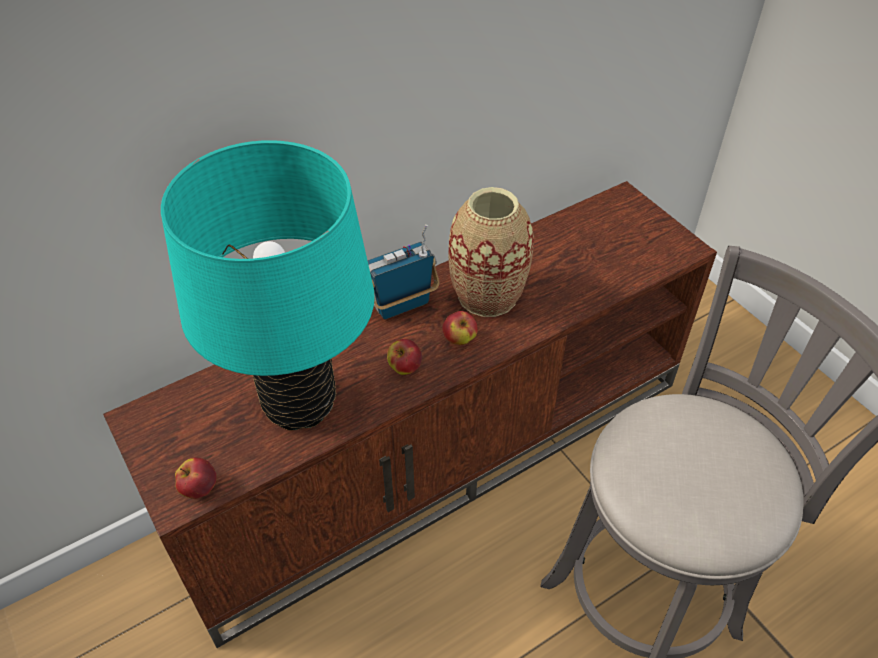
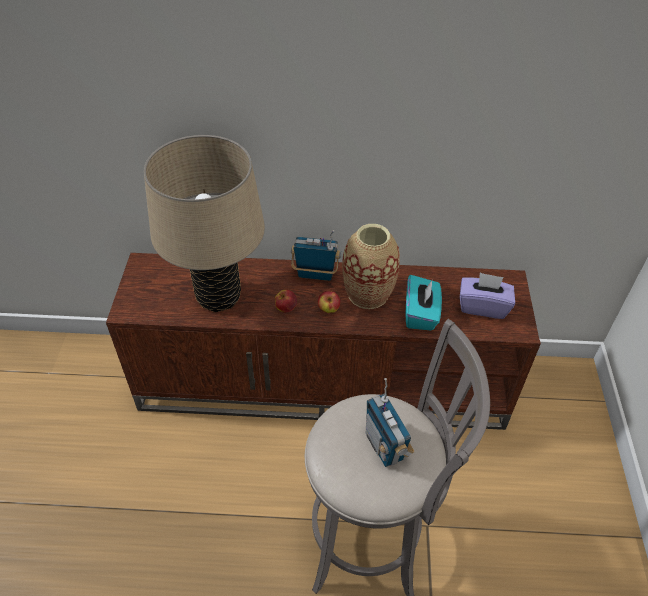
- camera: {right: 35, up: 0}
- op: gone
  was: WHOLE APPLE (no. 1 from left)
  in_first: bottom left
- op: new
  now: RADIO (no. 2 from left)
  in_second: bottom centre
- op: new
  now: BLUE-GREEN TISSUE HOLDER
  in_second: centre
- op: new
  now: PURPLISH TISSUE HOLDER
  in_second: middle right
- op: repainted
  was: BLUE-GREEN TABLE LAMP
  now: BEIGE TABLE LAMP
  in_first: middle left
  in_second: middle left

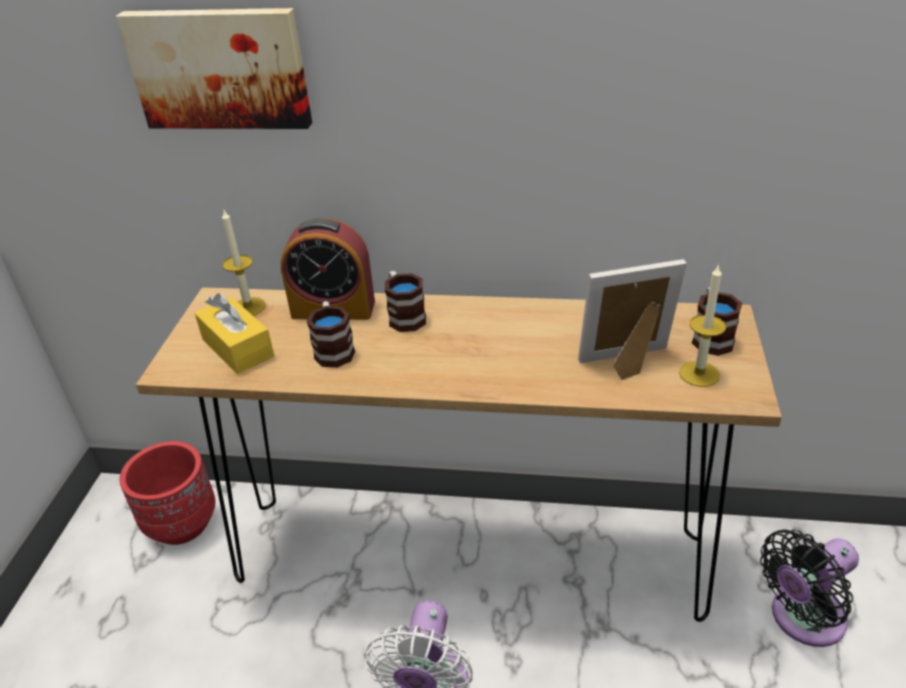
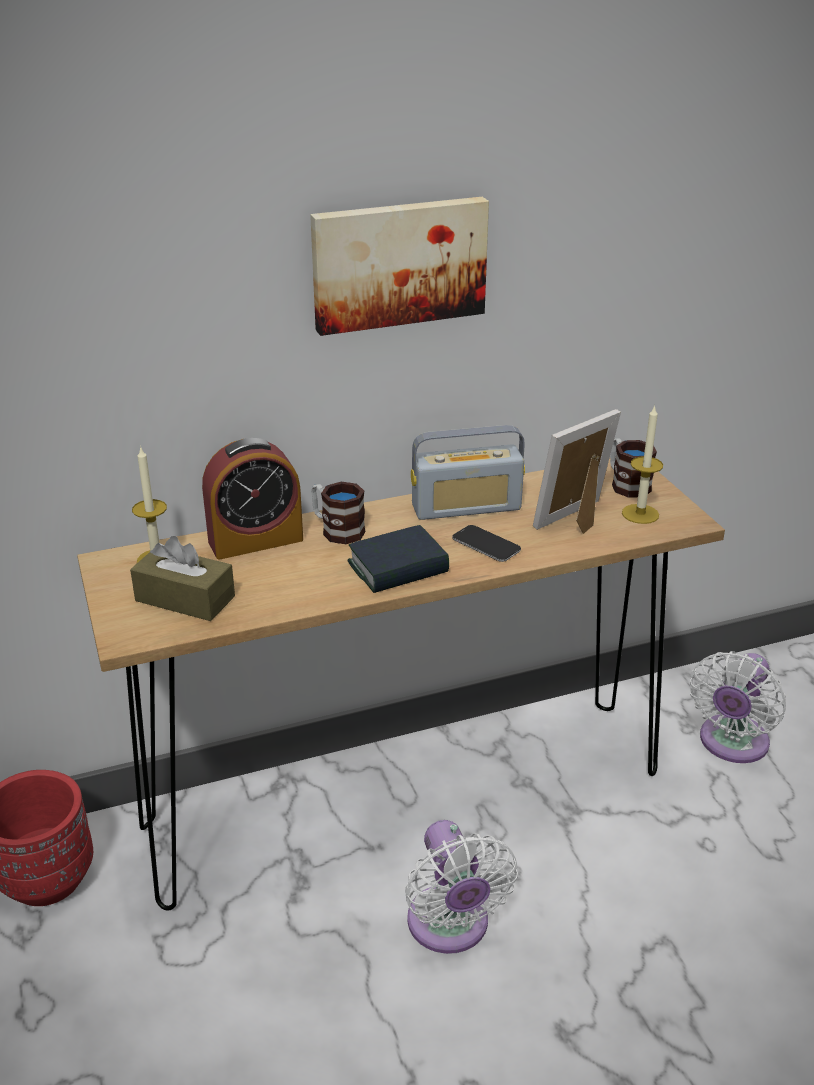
- camera: {right: -30, up: -5}
- op: gone
  was: COFFEE MUG (no. 1 from left)
  in_first: centre
- op: new
  now: BOUND BOOK
  in_second: centre
- op: new
  now: RADIO
  in_second: centre
- op: new
  now: TELEPHONE
  in_second: centre
- op: shifted
  was: WALL ART
  in_first: top left
  in_second: top centre
- op: repainted
  was: YELLOWISH TISSUE HOLDER
  now: BROWN-COLOURED TISSUE HOLDER
  in_first: middle left
  in_second: middle left
- op: repainted
  was: BLACKISH FAN
  now: WHITE-COLOURED FAN (no. 2 from left)
  in_first: bottom right
  in_second: middle right

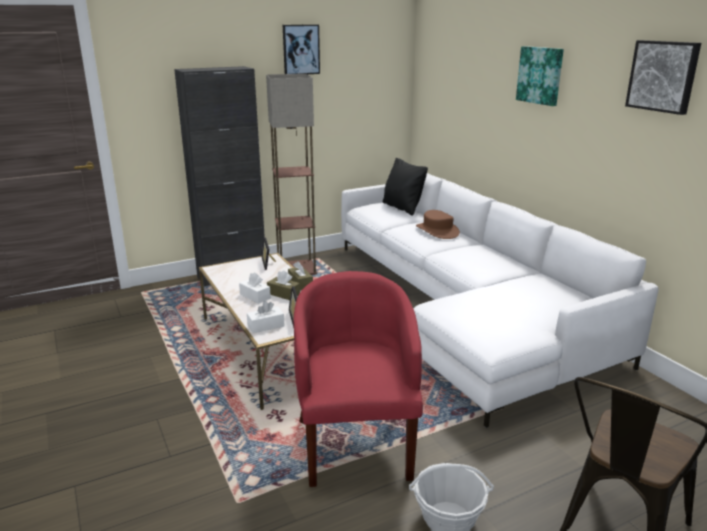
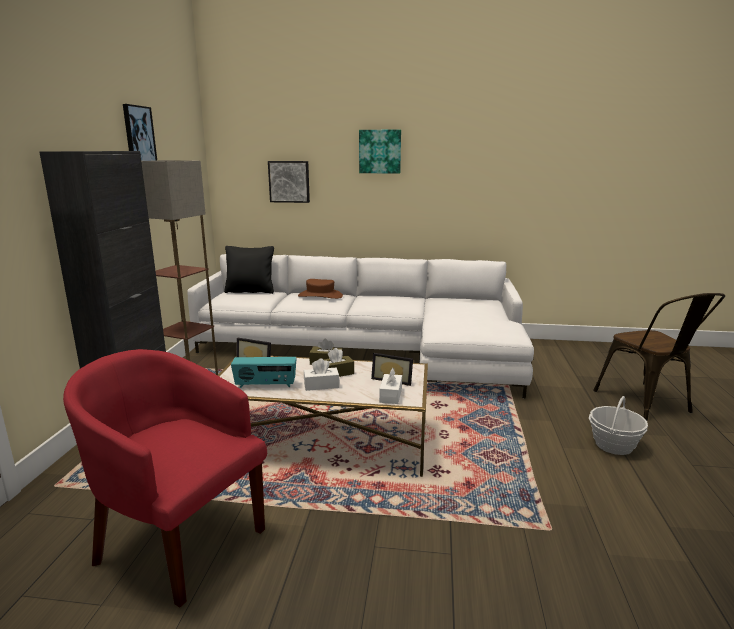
- camera: {right: -55, up: -5}
- op: new
  now: RADIO
  in_second: centre
- op: shifted
  was: RED LOUNGE CHAIR
  in_first: bottom centre
  in_second: bottom left
- op: shifted
  was: WALL ART (no. 3 from left in the first image)
  now: WALL ART (no. 2 from left)
  in_first: top right
  in_second: top centre

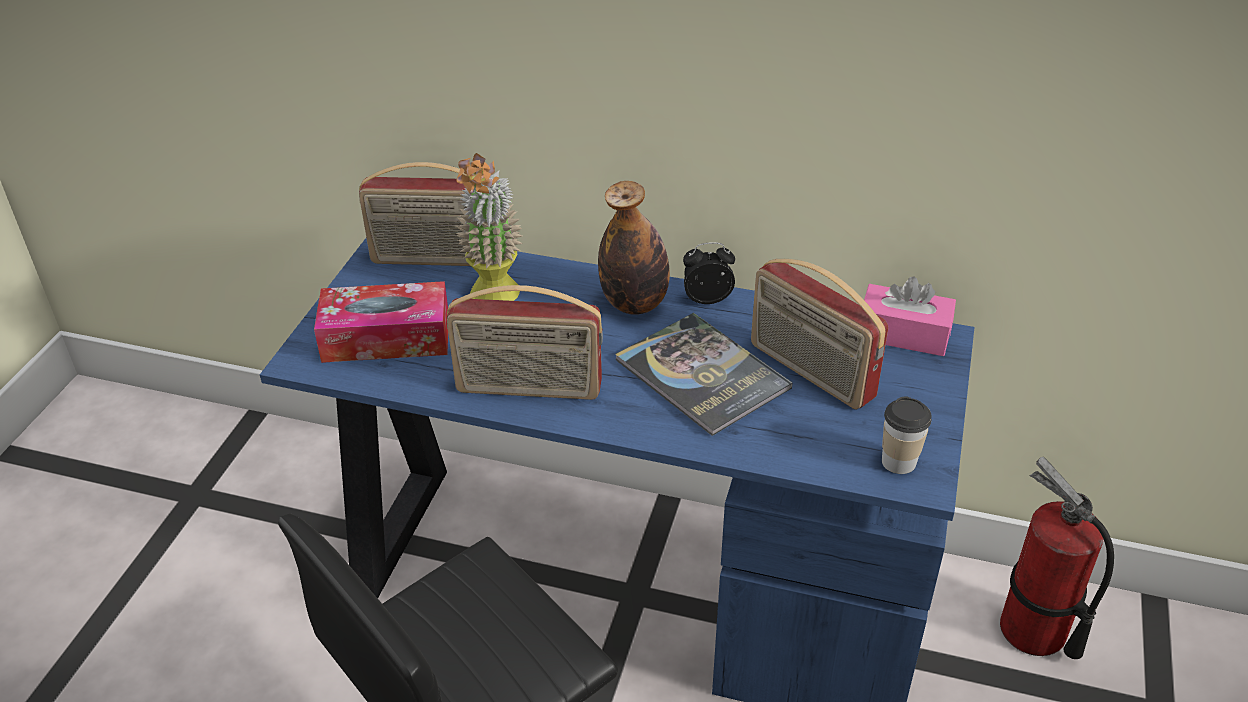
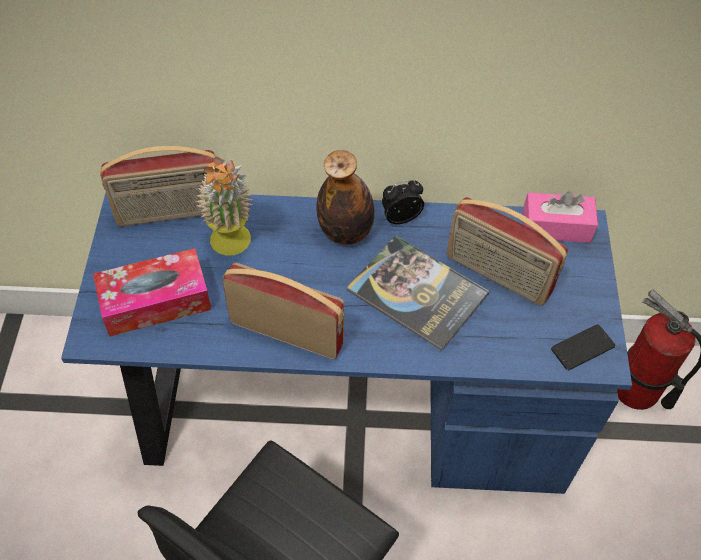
- camera: {right: -15, up: 15}
- op: swapped
  was: SMALL CUP
  now: TELEPHONE
  in_first: middle right
  in_second: middle right
- op: rotated
  was: RADIO (no. 2 from left)
  in_first: centre
  in_second: centre
  clockwise: -150

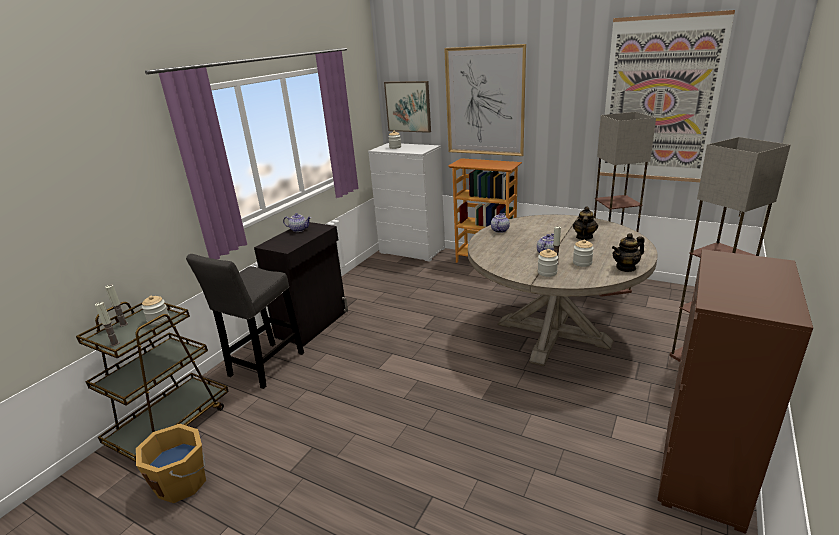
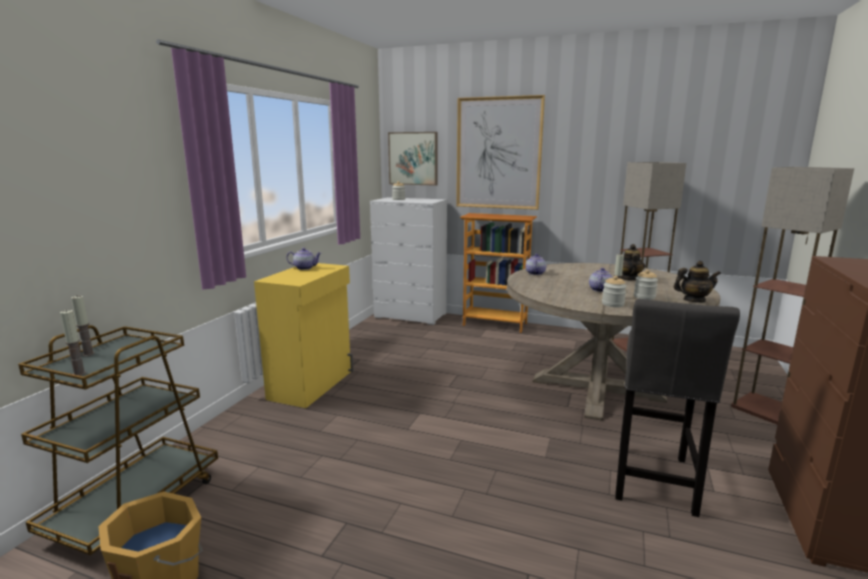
- camera: {right: -10, up: -10}
- op: gone
  was: PRESERVE JAR (no. 1 from left)
  in_first: middle left
- op: gone
  was: WALL ART (no. 3 from left)
  in_first: top right
- op: shifted
  was: GREYISH SITTING STOOL
  in_first: middle left
  in_second: bottom right
- op: repainted
  was: BLACKISH STORAGE CABINET
  now: YELLOWISH STORAGE CABINET
  in_first: centre
  in_second: centre
- op: rotated
  was: TEA POT (no. 5 from left)
  in_first: middle right
  in_second: middle right
  clockwise: -150

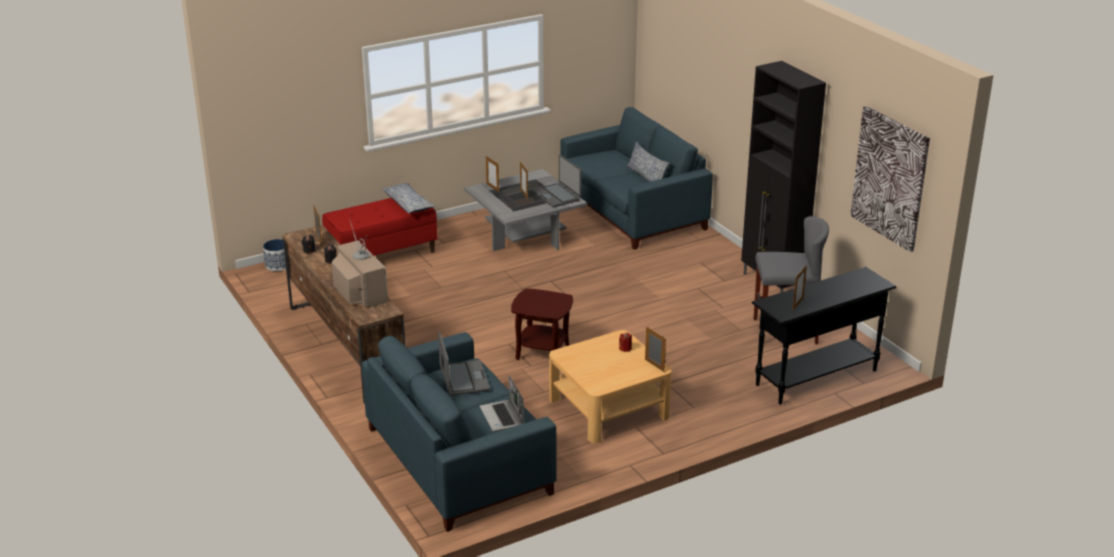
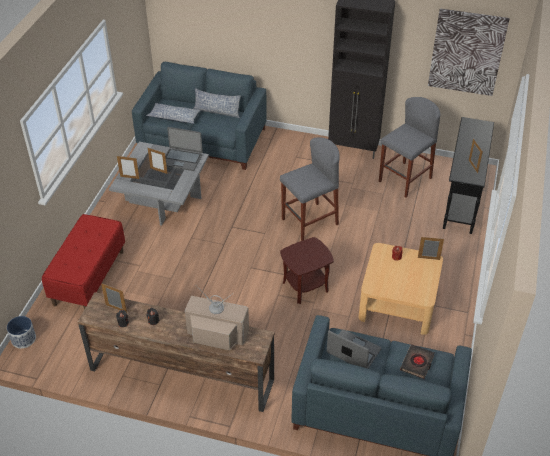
- camera: {right: -45, up: 15}
- op: new
  now: GREYISH SITTING STOOL (no. 1 from left)
  in_second: centre
- op: shifted
  was: THROW PILLOW (no. 1 from left)
  in_first: centre
  in_second: top left
- op: swapped
  was: PORTABLE COMPUTER (no. 2 from left)
  now: BLACKISH BOUND BOOK
  in_first: bottom centre
  in_second: bottom right

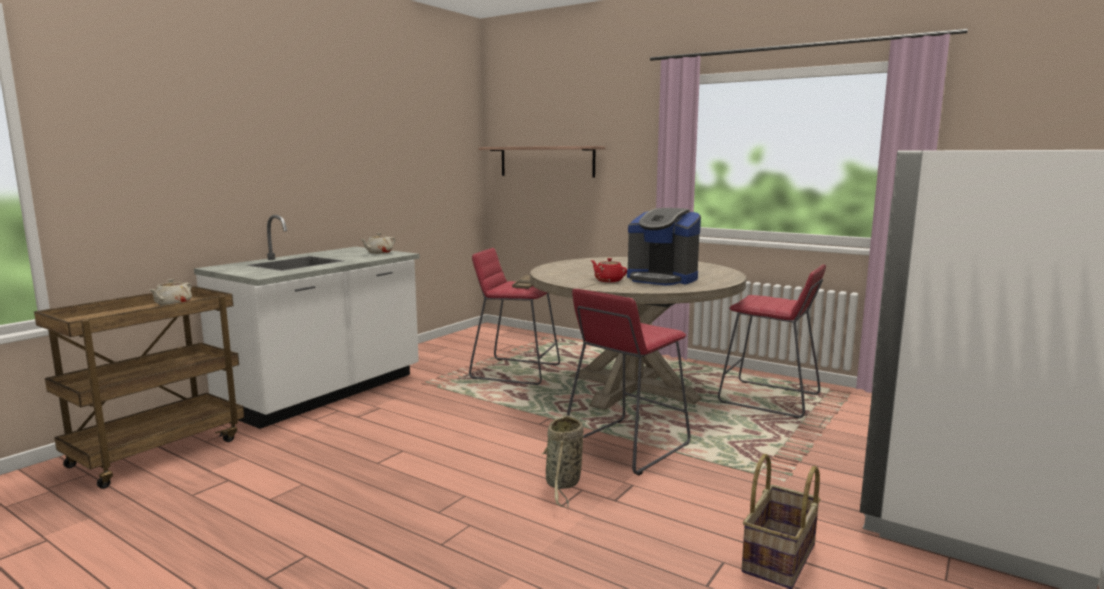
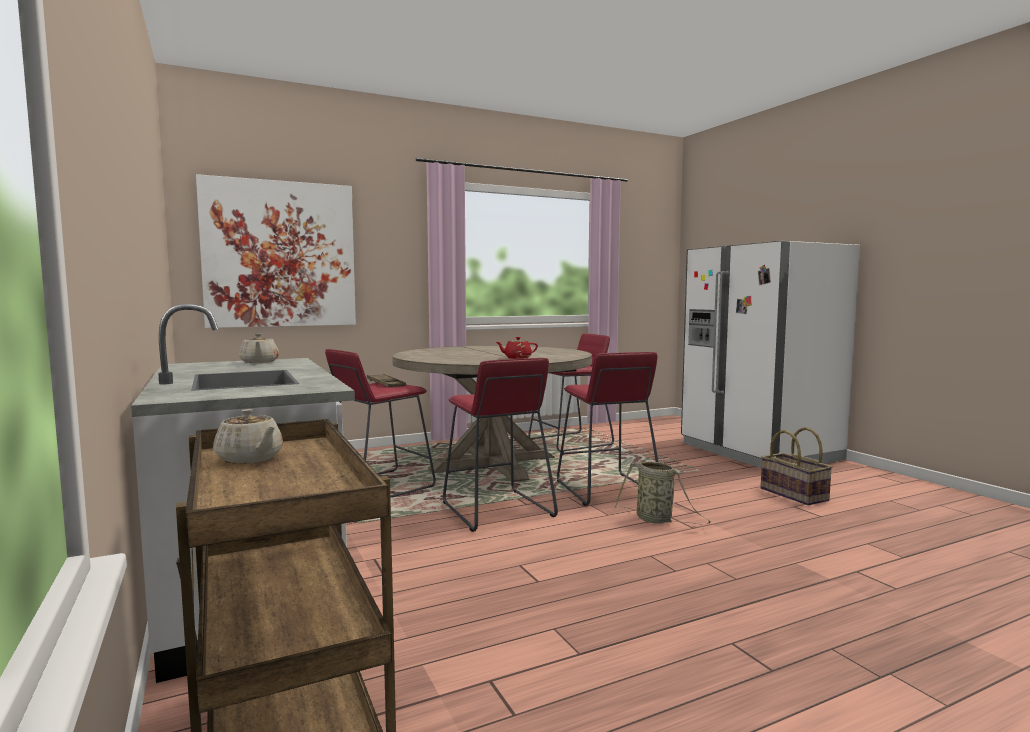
- camera: {right: -60, up: -5}
- op: gone
  was: COFFEE BREWER
  in_first: centre
- op: new
  now: RED SITTING STOOL (no. 2 from left)
  in_second: centre
- op: swapped
  was: BRACKET SHELF
  now: WALL ART
  in_first: top centre
  in_second: middle left

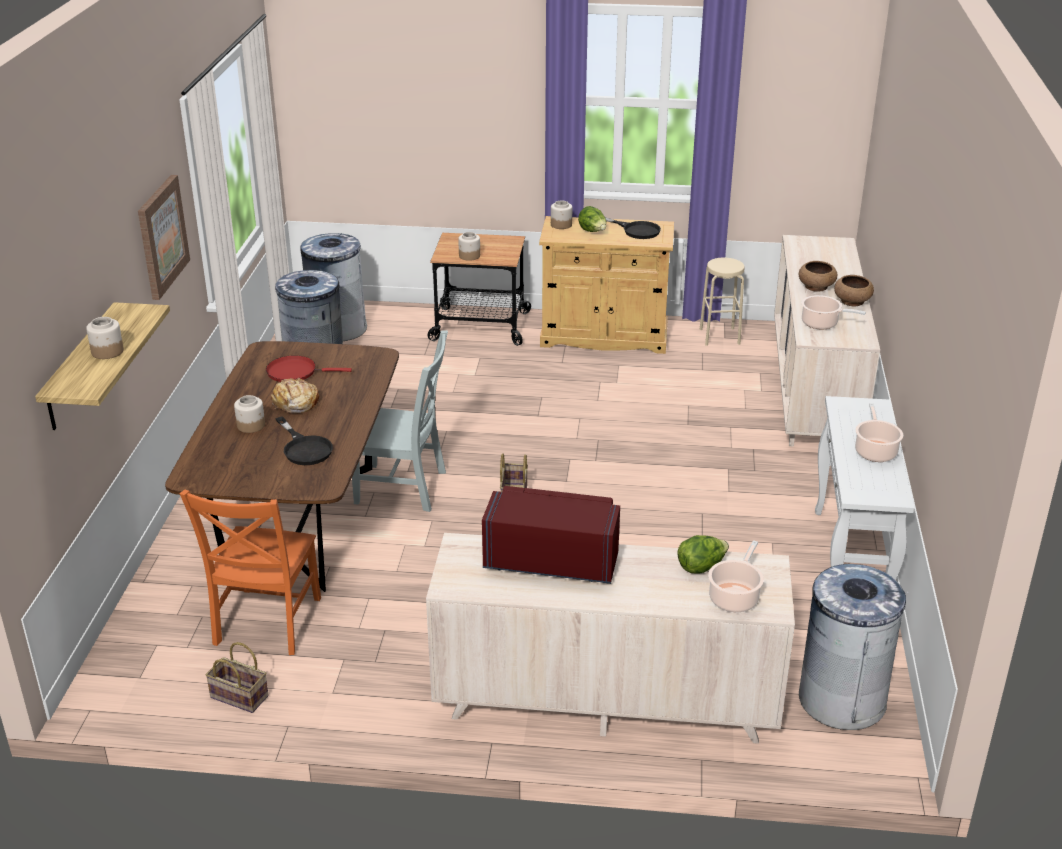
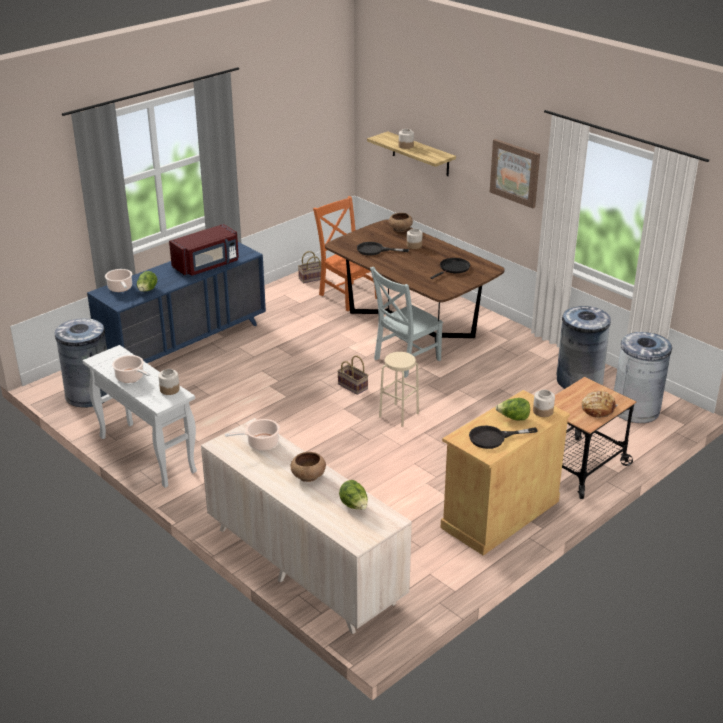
- camera: {right: 130, up: 0}
- op: new
  now: LETTUCE HEAD (no. 2 from left)
  in_second: bottom centre
- op: shifted
  was: BAKERY BREAD
  in_first: middle left
  in_second: middle right
- op: shifted
  was: PRESERVE JAR (no. 3 from left in the first image)
  now: PRESERVE JAR (no. 1 from left)
  in_first: top centre
  in_second: middle left
- op: shifted
  was: BEIGE SITTING STOOL
  in_first: middle right
  in_second: centre
- op: shifted
  was: BROWN-COLOURED SERVING BOWL (no. 2 from left)
  in_first: middle right
  in_second: top centre
- op: repainted
  was: RED FRYING PAN
  now: BLACKISH FRYING PAN (no. 2 from left)
  in_first: middle left
  in_second: centre
- op: repainted
  was: BEIGE CHEST OF DRAWERS (no. 1 from left)
  now: BLUE CHEST OF DRAWERS
  in_first: bottom centre
  in_second: middle left

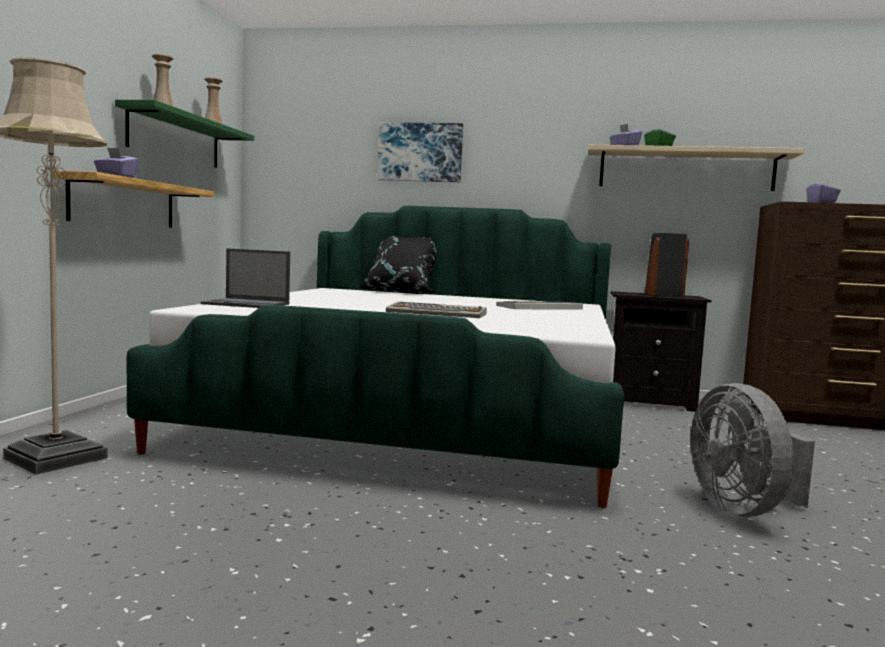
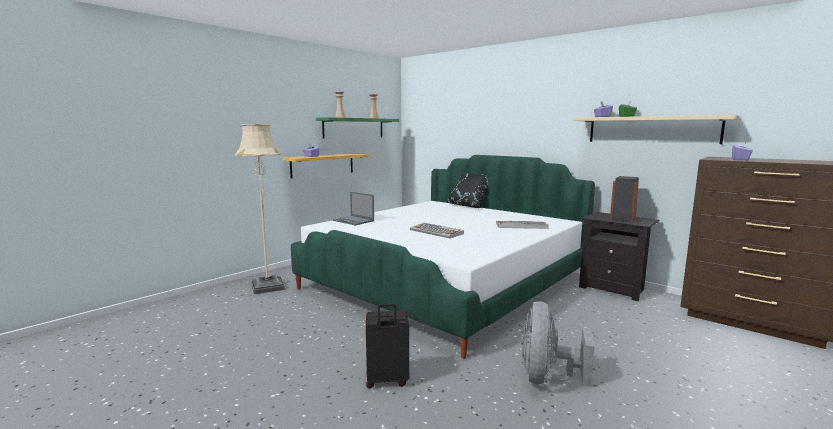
- camera: {right: 30, up: 5}
- op: gone
  was: WALL ART
  in_first: top centre
- op: new
  now: BLACKISH SUITCASE
  in_second: bottom centre

